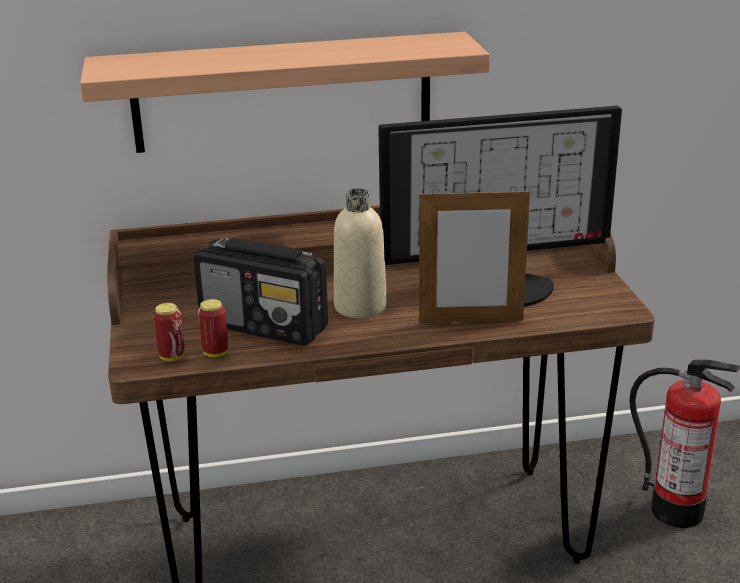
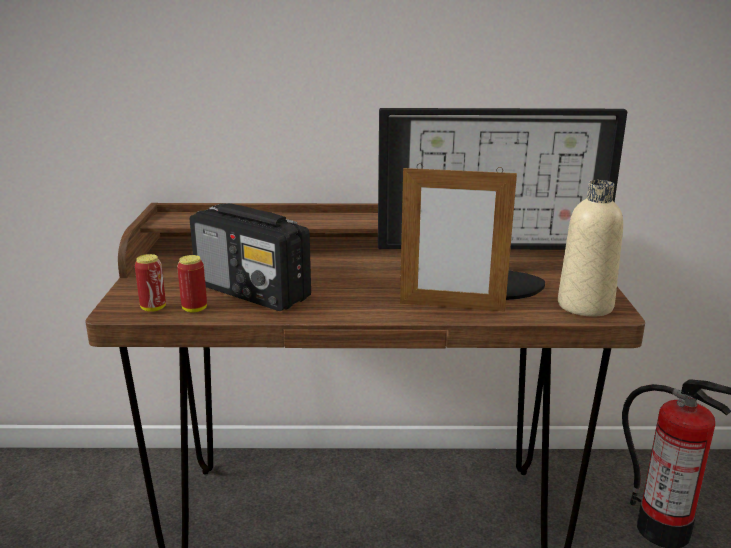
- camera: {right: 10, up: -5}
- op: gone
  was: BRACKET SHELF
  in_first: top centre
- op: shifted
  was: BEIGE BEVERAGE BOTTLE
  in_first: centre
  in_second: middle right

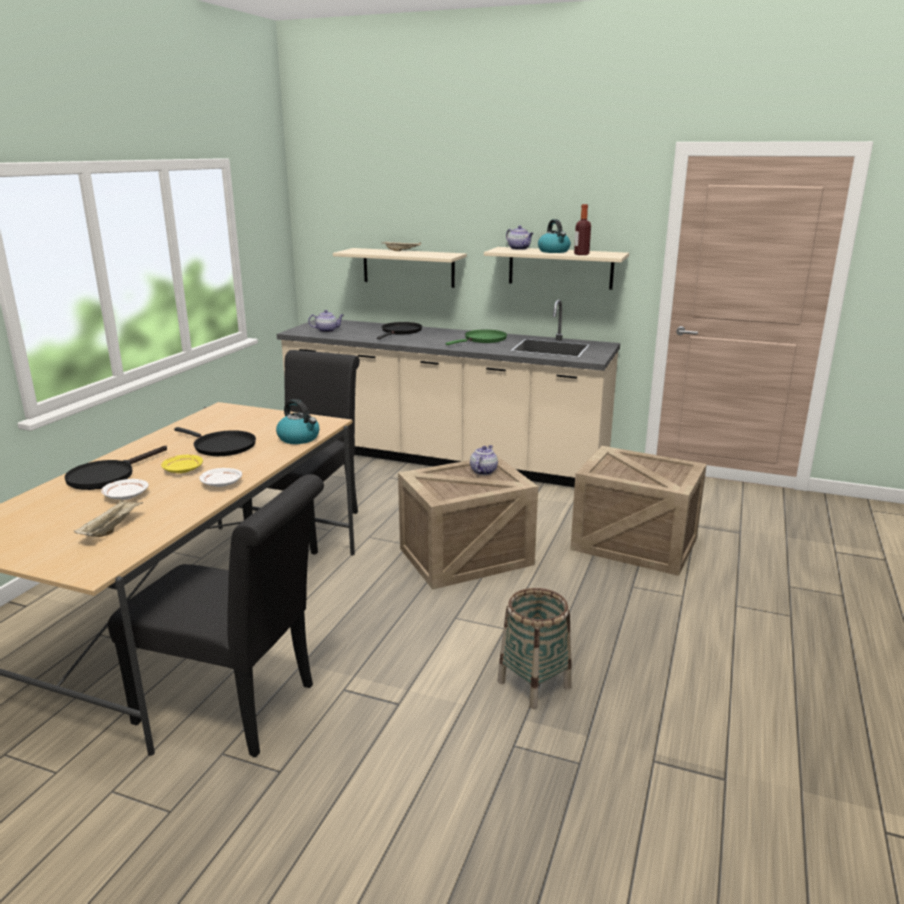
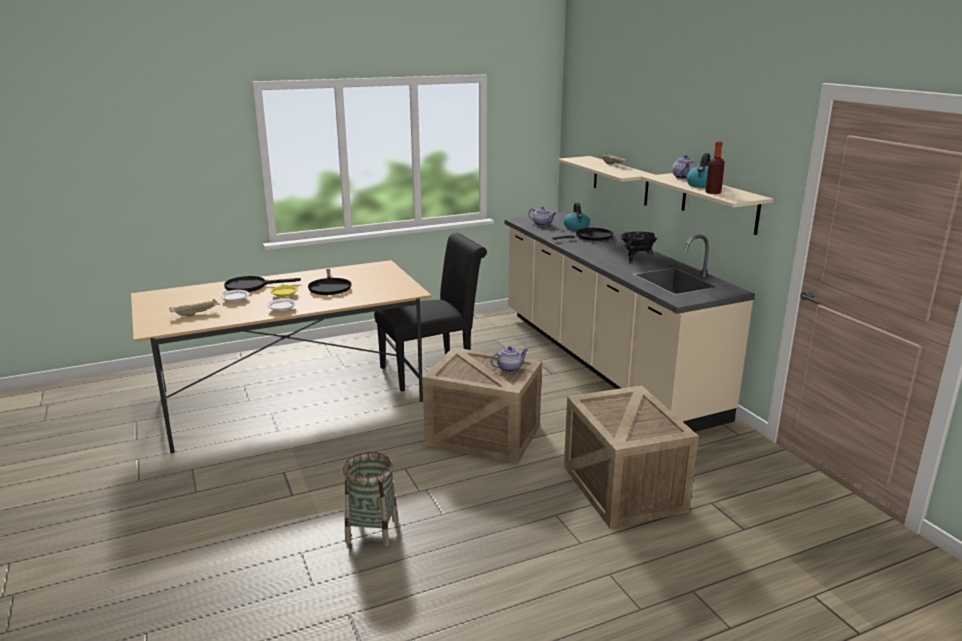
- camera: {right: 45, up: 0}
- op: gone
  was: BLACKISH PLAIN CHAIR (no. 1 from left)
  in_first: bottom left
- op: shifted
  was: WATER KETTLE (no. 1 from left)
  in_first: middle left
  in_second: centre
- op: swapped
  was: GREEN FRYING PAN
  now: BLACKISH STOCKPOT
  in_first: centre
  in_second: centre

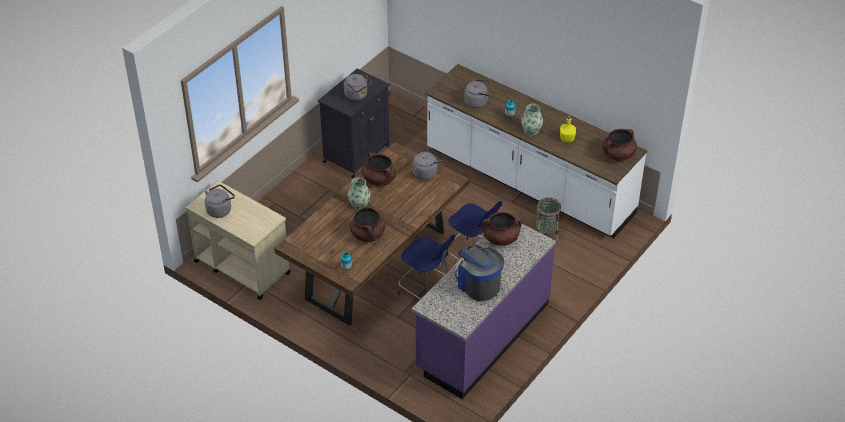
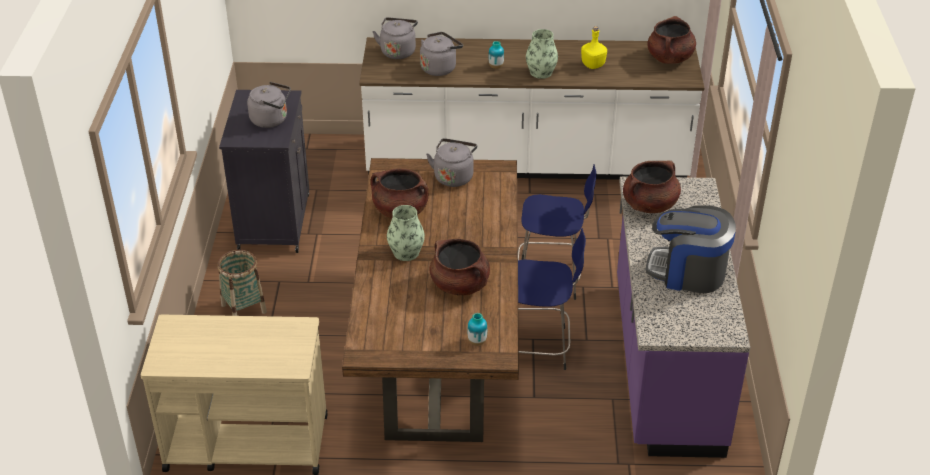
- camera: {right: -35, up: -5}
- op: shifted
  was: GREYISH WATER KETTLE (no. 1 from left in the first image)
  now: GREYISH WATER KETTLE (no. 2 from left)
  in_first: middle left
  in_second: top centre
- op: shifted
  was: STORAGE BASKET
  in_first: centre
  in_second: middle left

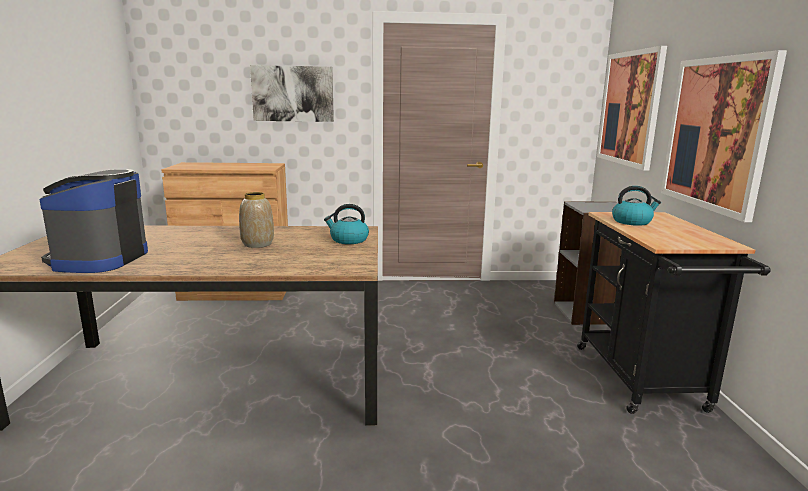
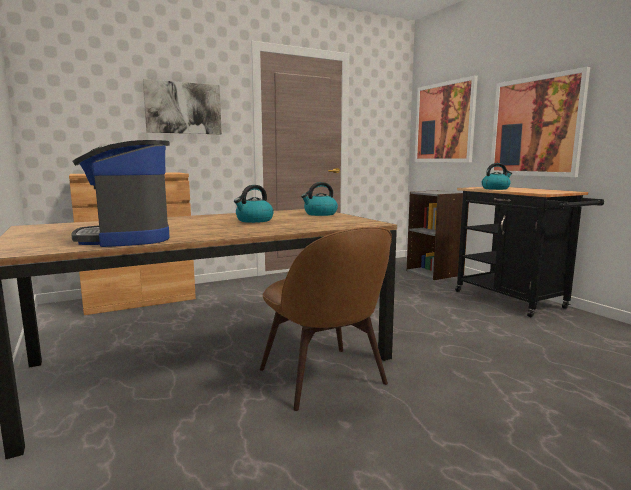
- camera: {right: -25, up: -5}
- op: new
  now: BROWN-COLOURED PLAIN CHAIR
  in_second: centre
- op: swapped
  was: VASE
  now: WATER KETTLE (no. 1 from left)
  in_first: middle left
  in_second: centre

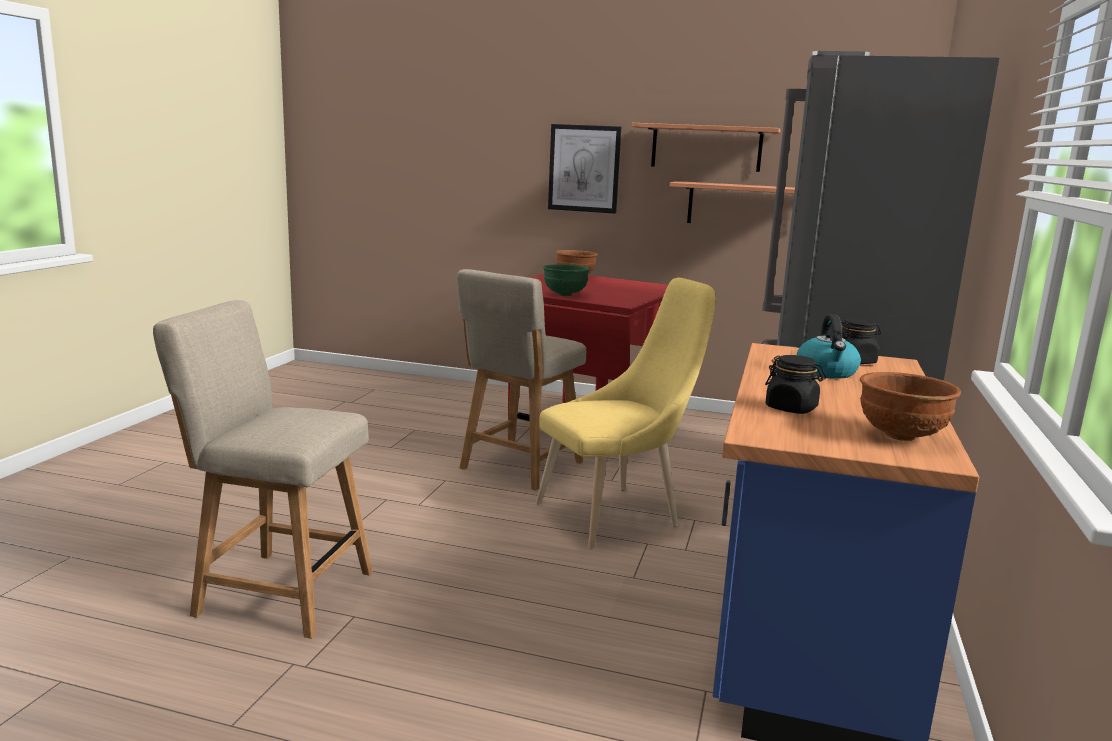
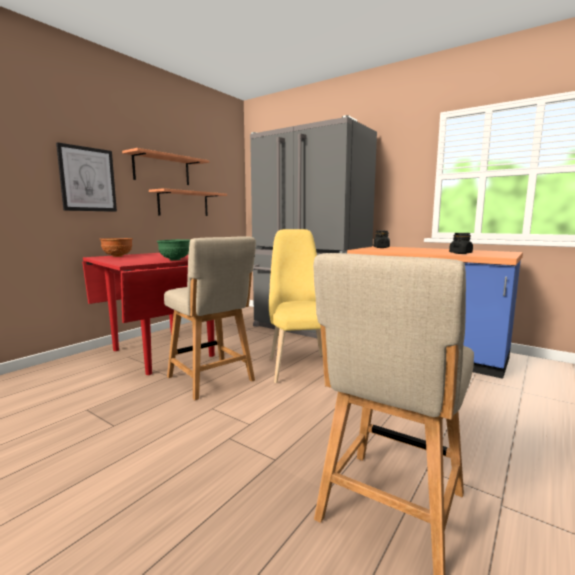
- camera: {right: -70, up: -5}
- op: gone
  was: WATER KETTLE
  in_first: middle right
- op: gone
  was: BROWN-COLOURED SERVING BOWL (no. 2 from left)
  in_first: middle right

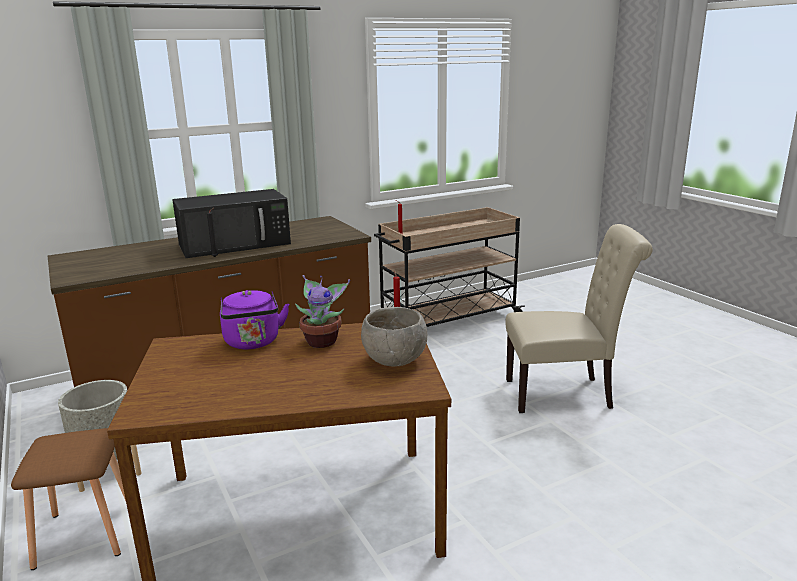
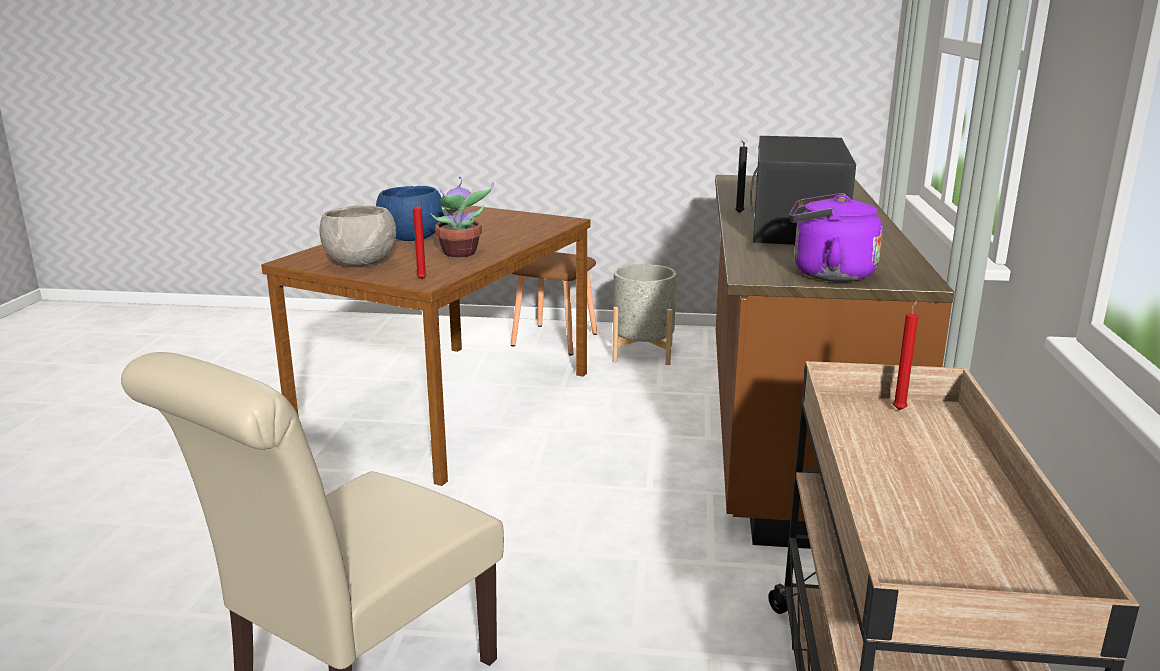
- camera: {right: 125, up: 0}
- op: new
  now: BLUE SERVING BOWL
  in_second: top centre
- op: shifted
  was: PURPLISH WATER KETTLE
  in_first: middle left
  in_second: middle right

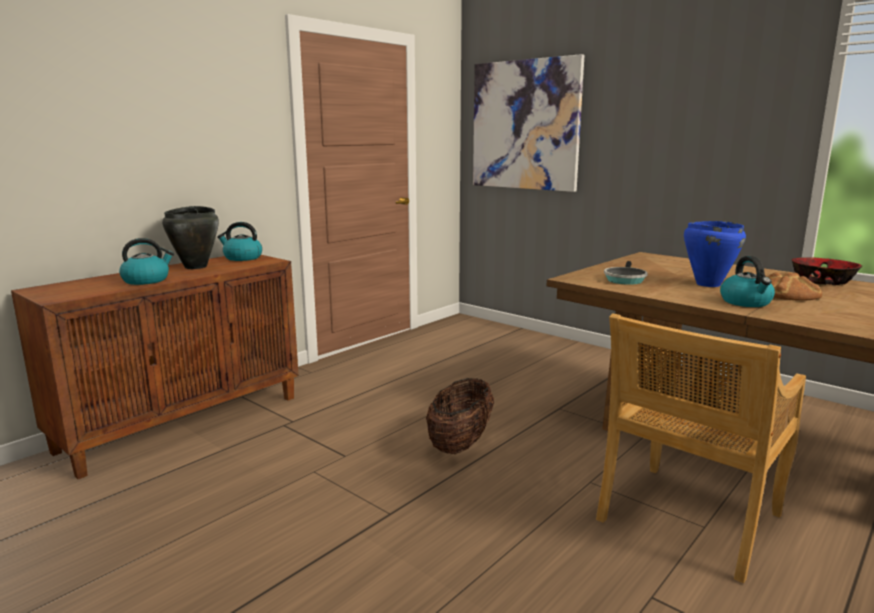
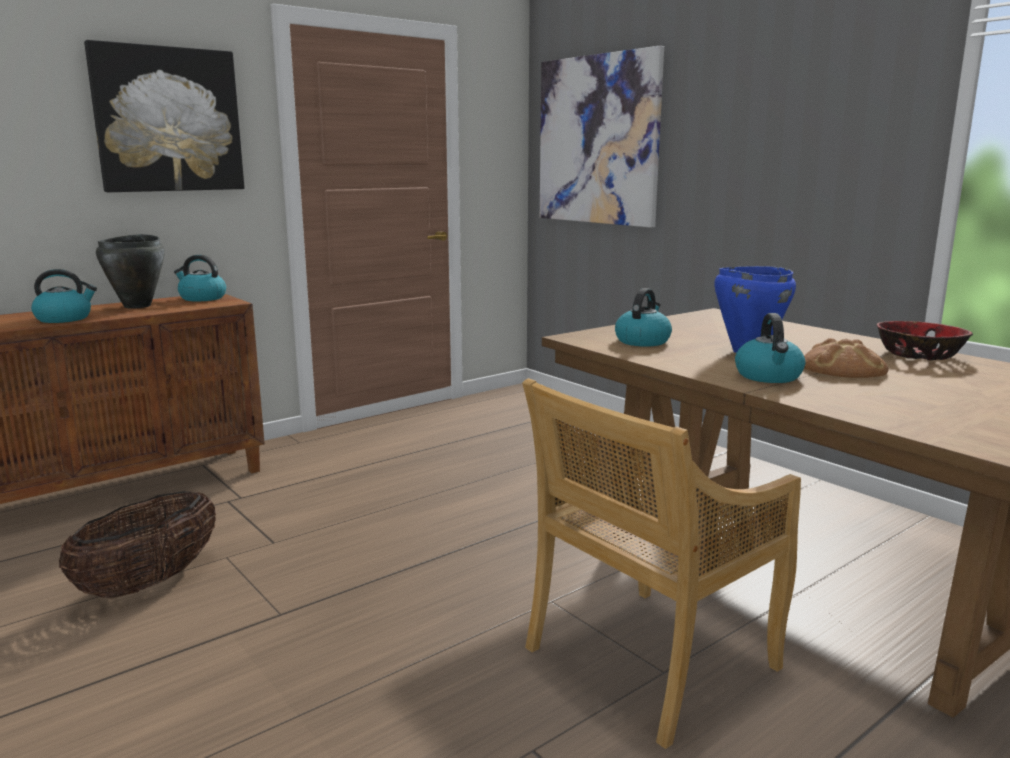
- camera: {right: 10, up: 0}
- op: new
  now: WALL ART (no. 1 from left)
  in_second: top left
- op: shifted
  was: STORAGE BASKET
  in_first: bottom centre
  in_second: bottom left
- op: swapped
  was: FRYING PAN
  now: WATER KETTLE (no. 3 from left)
  in_first: middle right
  in_second: centre

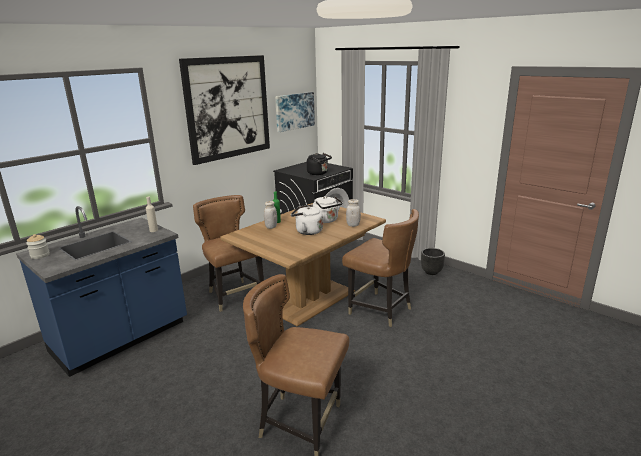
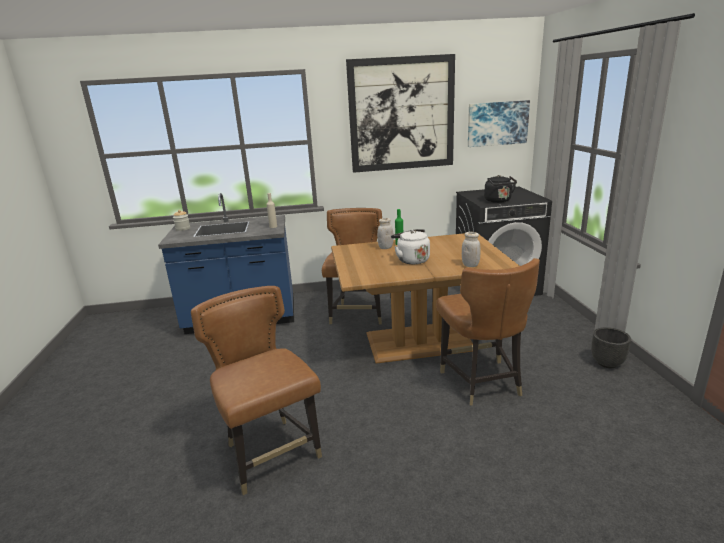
- camera: {right: 40, up: 0}
- op: gone
  was: WHITE-COLOURED WATER KETTLE (no. 2 from left)
  in_first: centre

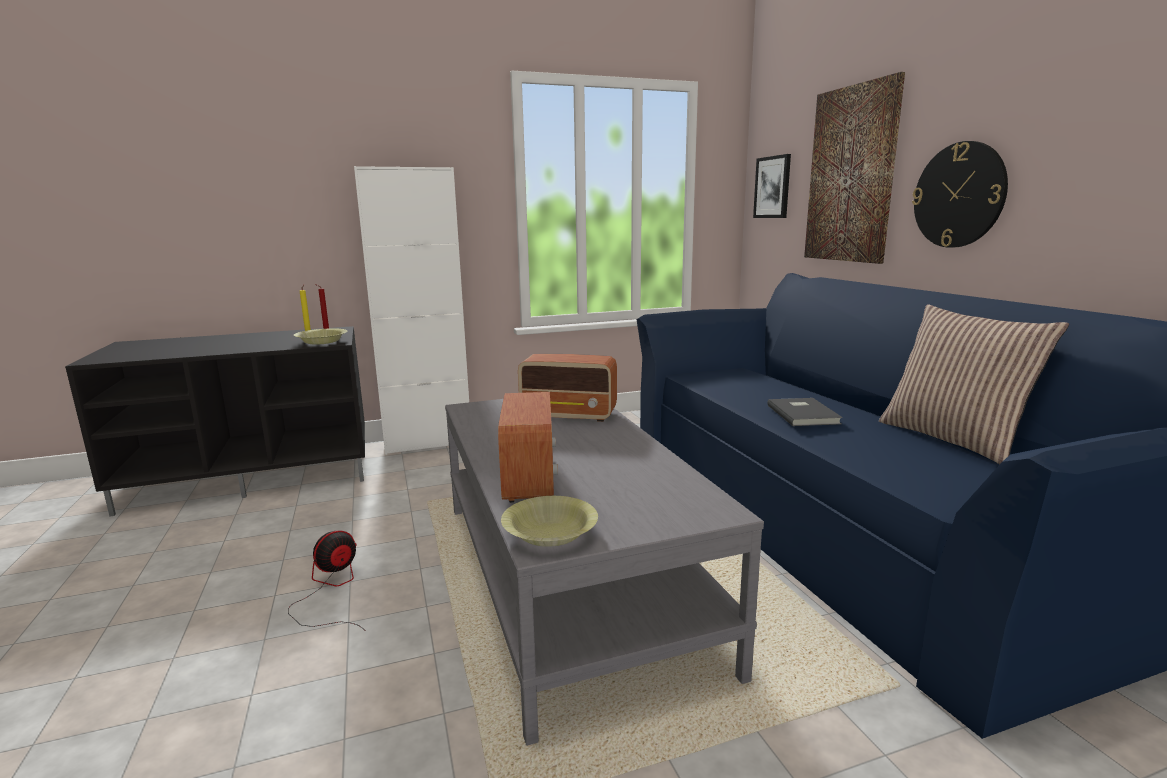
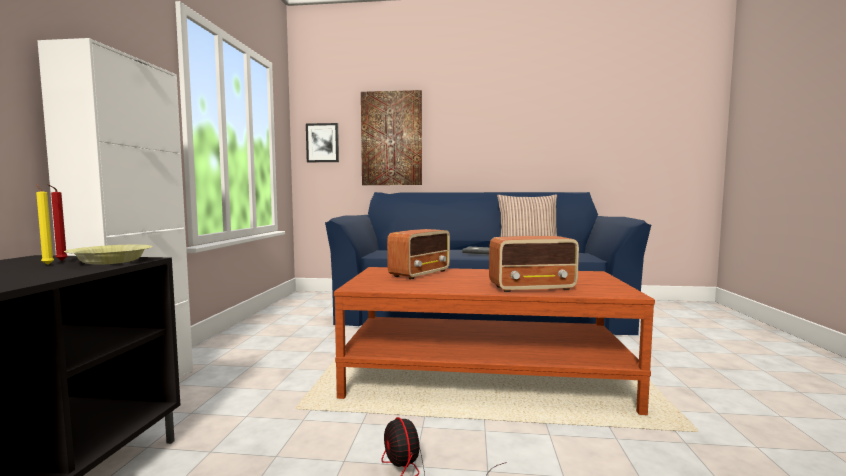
- camera: {right: -65, up: -10}
- op: gone
  was: YELLOWISH SERVING BOWL (no. 2 from left)
  in_first: bottom centre
- op: gone
  was: CLOCK ON THE WALL
  in_first: top right
- op: repainted
  was: GREYISH COFFEE TABLE
  now: BROWN-COLOURED COFFEE TABLE
  in_first: bottom centre
  in_second: bottom centre
- op: rotated
  was: RADIO (no. 1 from left in the first image)
  in_first: centre
  in_second: centre
  clockwise: 150

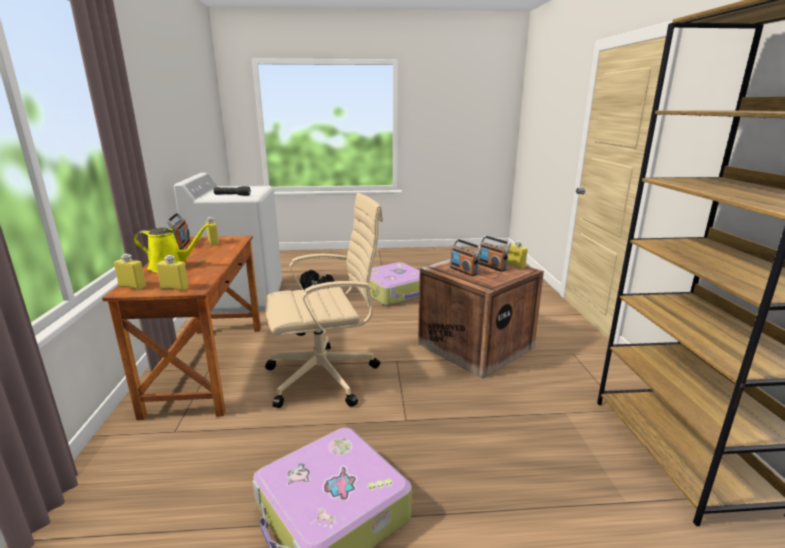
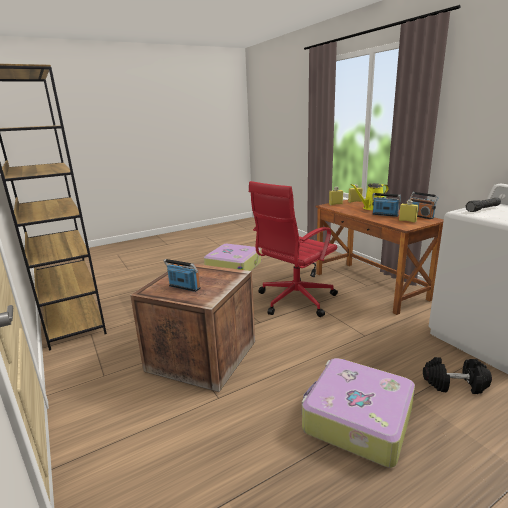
- camera: {right: 155, up: 0}
- op: gone
  was: YELLOWISH BEVERAGE BOTTLE (no. 4 from left)
  in_first: centre
- op: shifted
  was: RADIO (no. 2 from left)
  in_first: centre
  in_second: middle right
- op: repainted
  was: BEIGE COMPUTER CHAIR
  now: RED COMPUTER CHAIR
  in_first: centre
  in_second: centre

